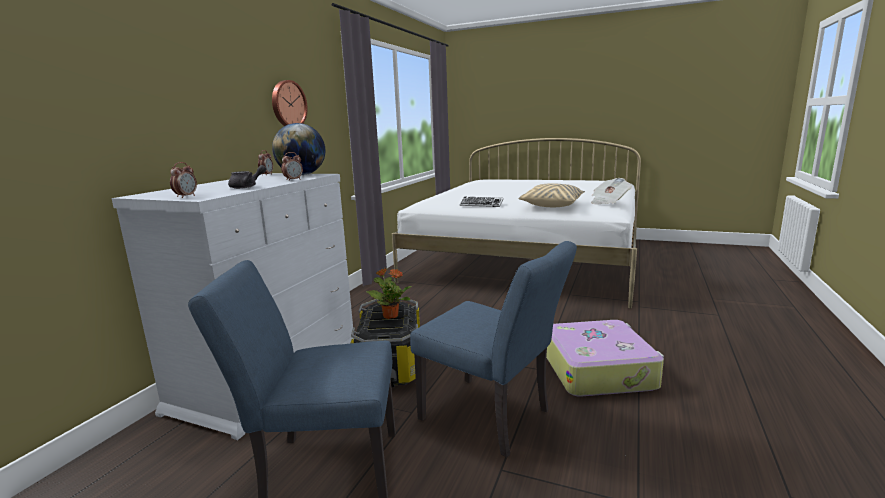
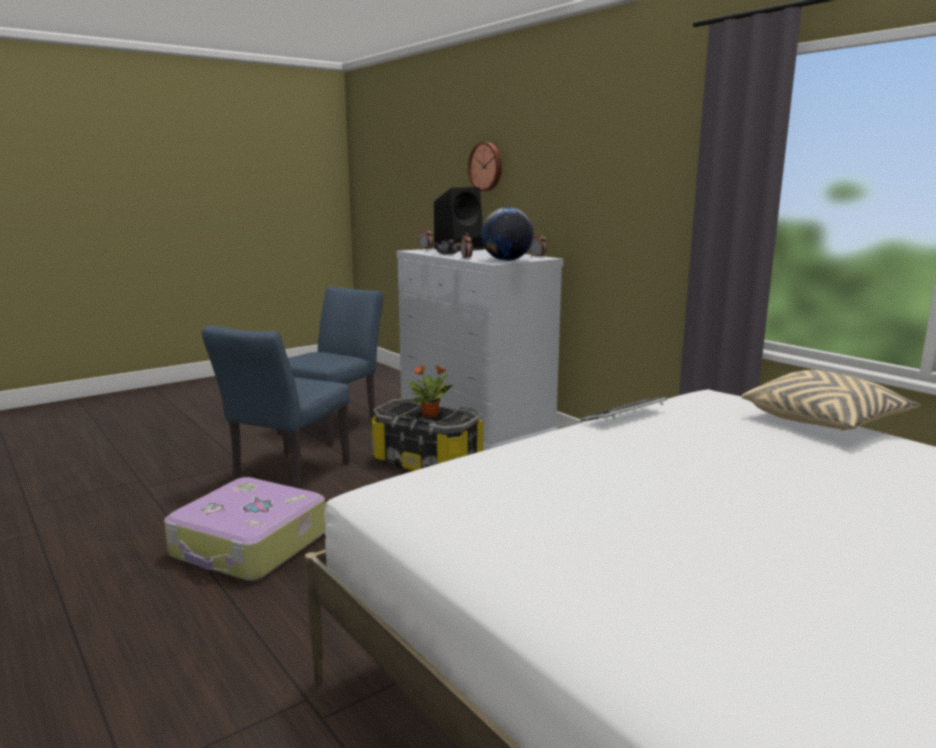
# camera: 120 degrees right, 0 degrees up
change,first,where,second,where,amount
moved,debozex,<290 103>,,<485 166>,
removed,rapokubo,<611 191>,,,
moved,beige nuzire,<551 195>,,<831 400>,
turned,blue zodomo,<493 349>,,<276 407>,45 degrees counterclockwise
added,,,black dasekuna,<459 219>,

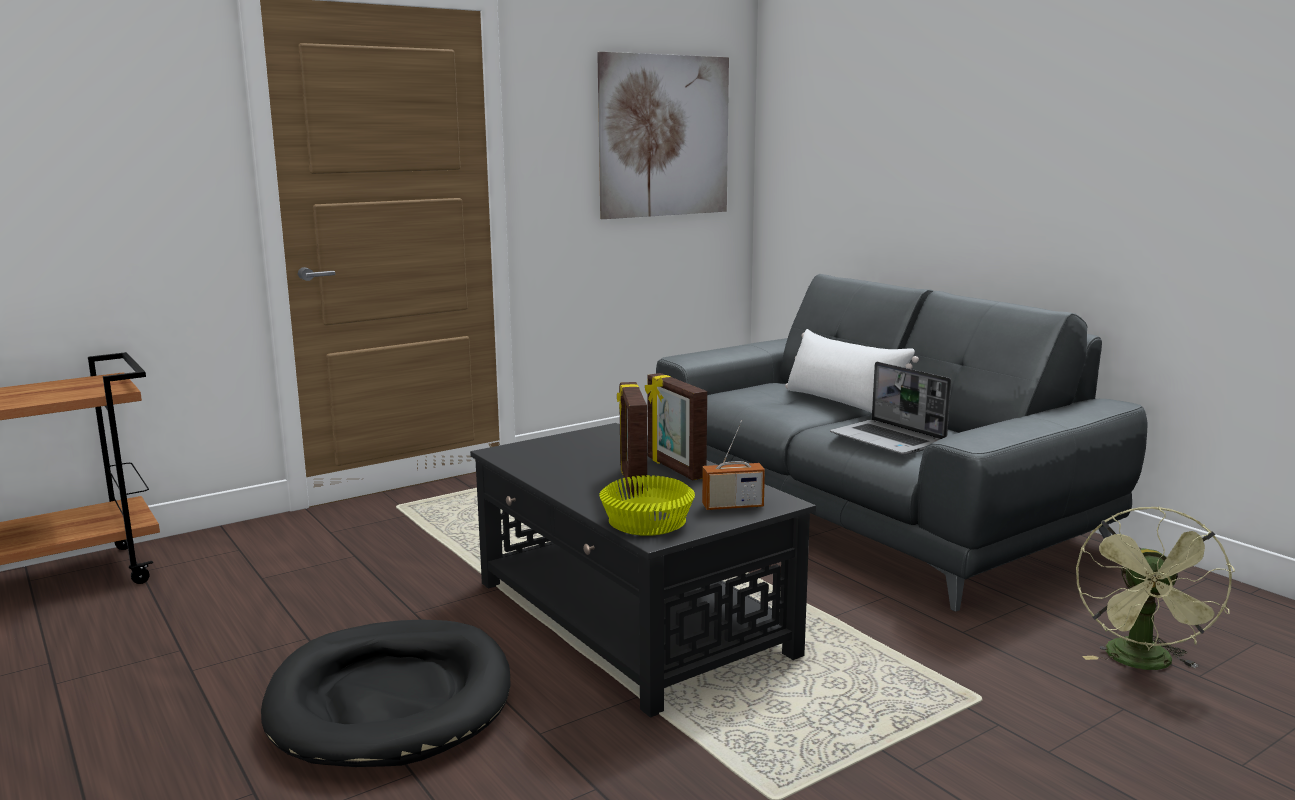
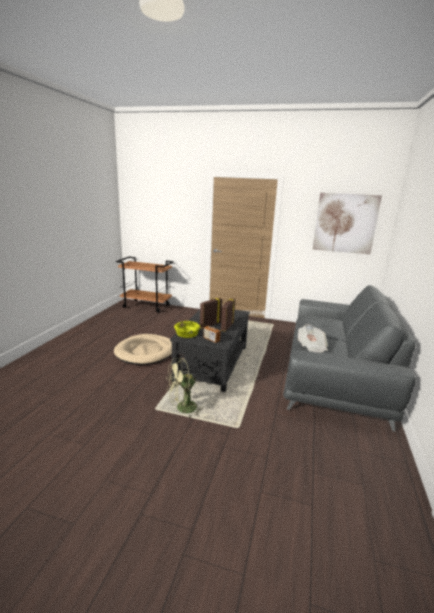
# camera: 50 degrees right, 5 degrees up
change,first,where,second,where,amount
removed,white nuzire,<852 371>,,,
replaced,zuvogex,<890 408>,rapokubo,<313 338>,
moved,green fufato,<1155 588>,,<185 388>,
recoloured,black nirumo,<385 693>,beige nirumo,<143 349>,

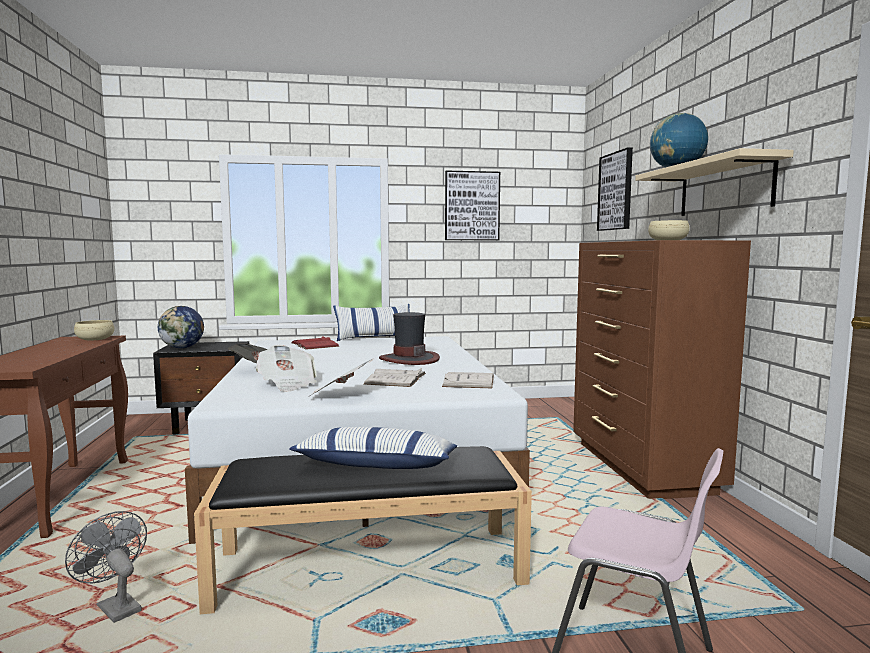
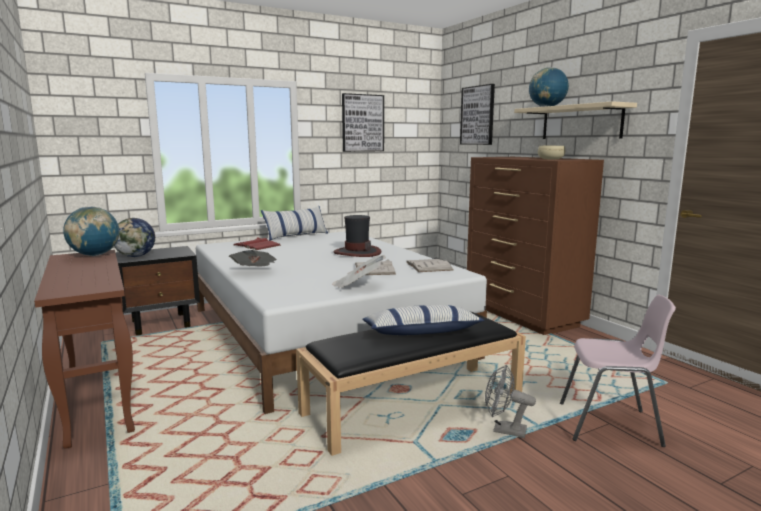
# camera: 20 degrees left, 5 degrees up
change,first,where,second,where,amount
replaced,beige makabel,<94 330>,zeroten,<91 231>,
removed,rapokubo,<286 368>,,,
moved,grey fufato,<106 567>,,<510 401>,

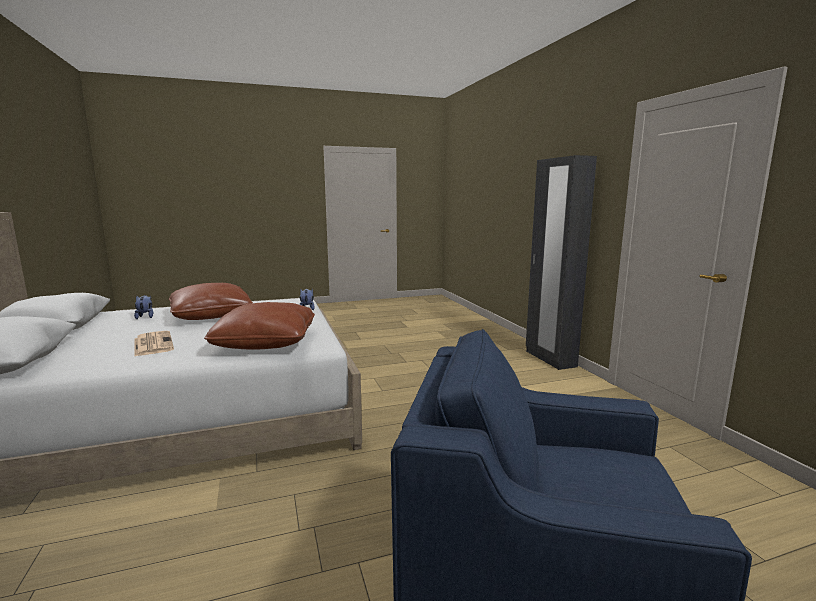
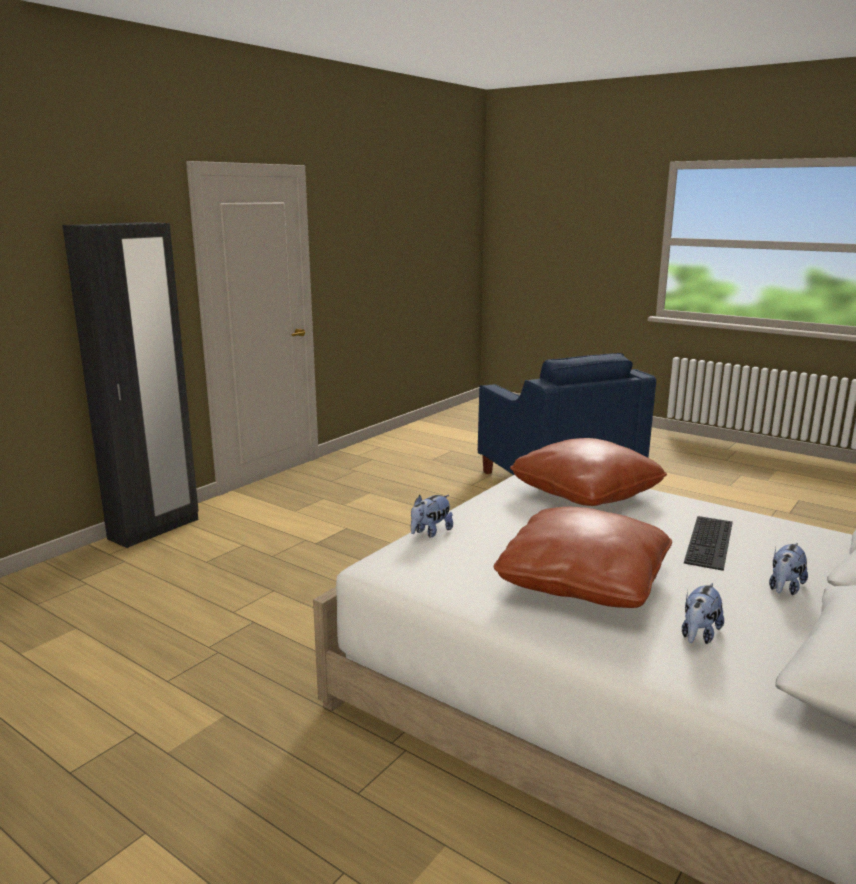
# camera: 125 degrees left, 5 degrees up
change,first,where,second,where,amount
replaced,rapokubo,<154 344>,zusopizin,<708 543>,
added,,,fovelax,<788 569>,

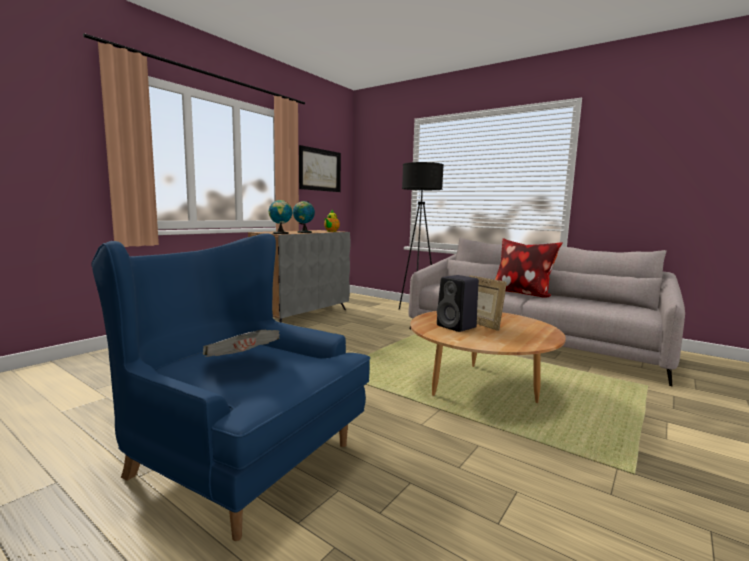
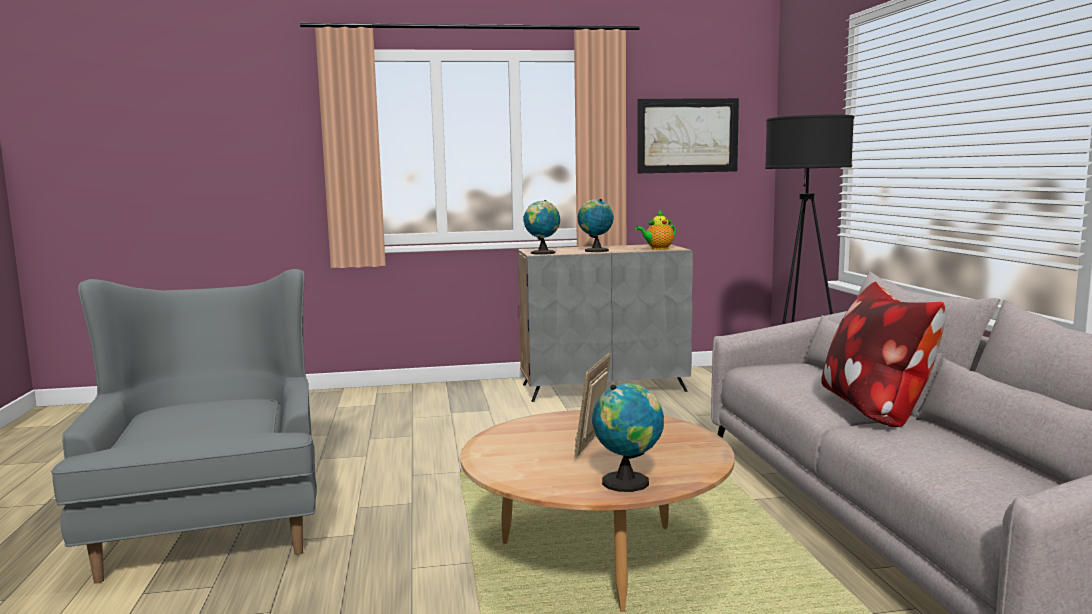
# camera: 45 degrees right, 0 degrees up
change,first,where,second,where,amount
recoloured,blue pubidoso,<230 387>,grey pubidoso,<184 426>,
removed,black dasekuna,<458 303>,,,
removed,rapokubo,<241 343>,,,
added,,,zeroten,<628 437>,

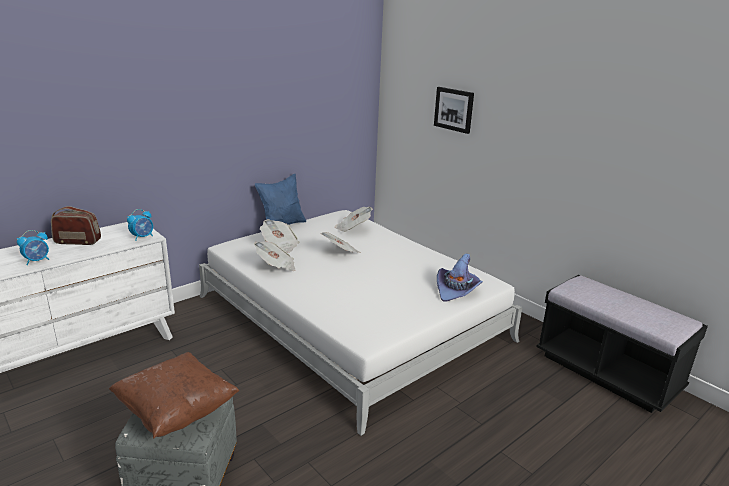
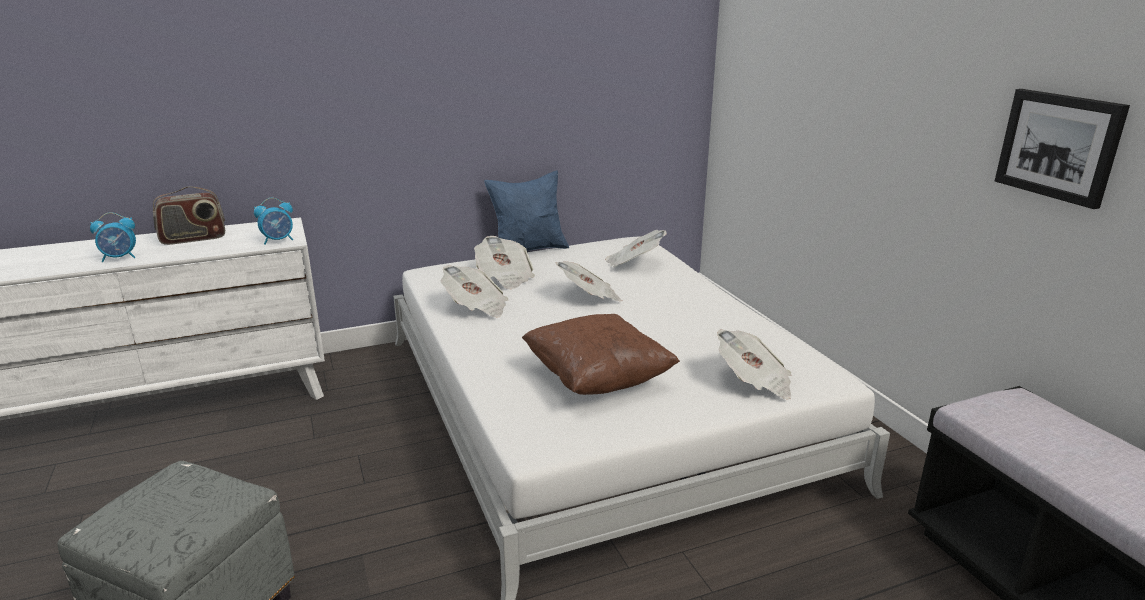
# camera: 20 degrees right, 0 degrees up
change,first,where,second,where,amount
moved,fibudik,<454 110>,,<1062 149>,
turned,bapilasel,<76 225>,,<189 215>,135 degrees clockwise
replaced,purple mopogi,<460 277>,rapokubo,<754 364>,
moved,brown nuzire,<174 395>,,<601 354>,

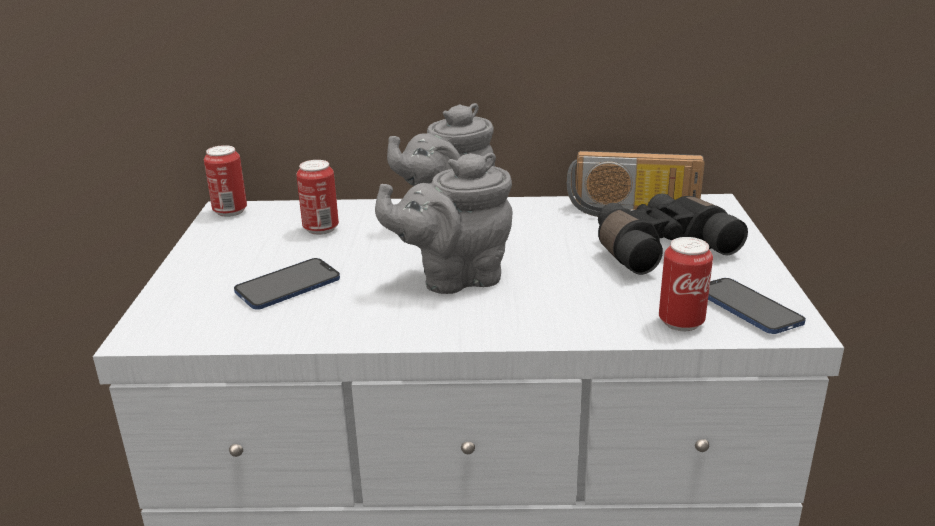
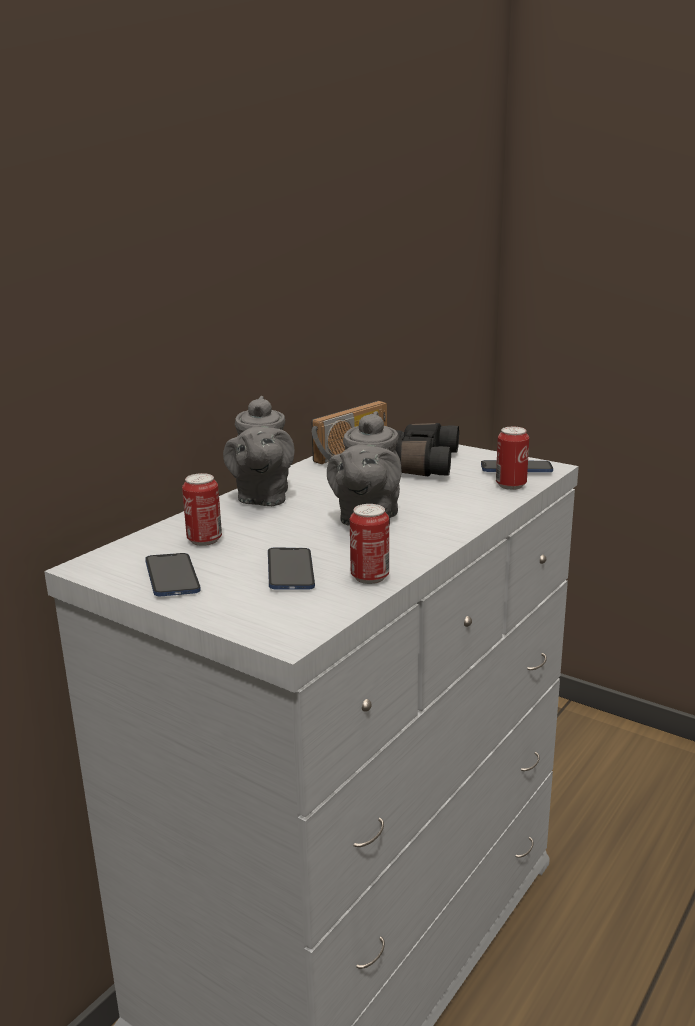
# camera: 55 degrees left, 5 degrees down
change,first,where,second,where,amount
moved,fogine,<225 181>,,<369 544>,
added,,,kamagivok,<173 574>,

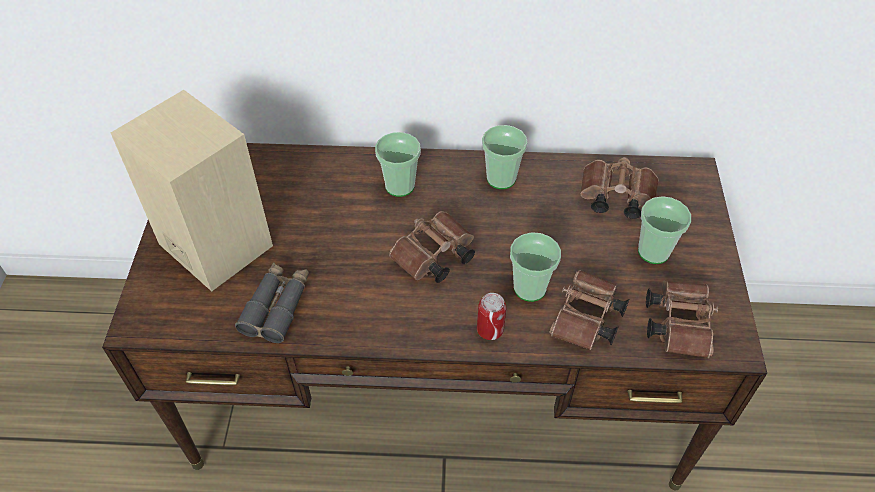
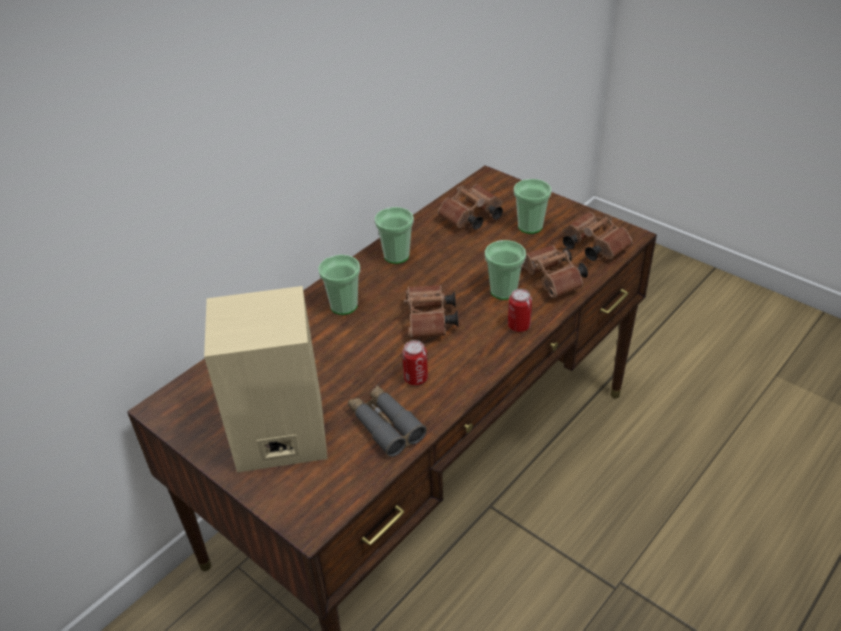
# camera: 50 degrees left, 10 degrees down
change,first,where,second,where,amount
added,,,fogine,<415 362>,

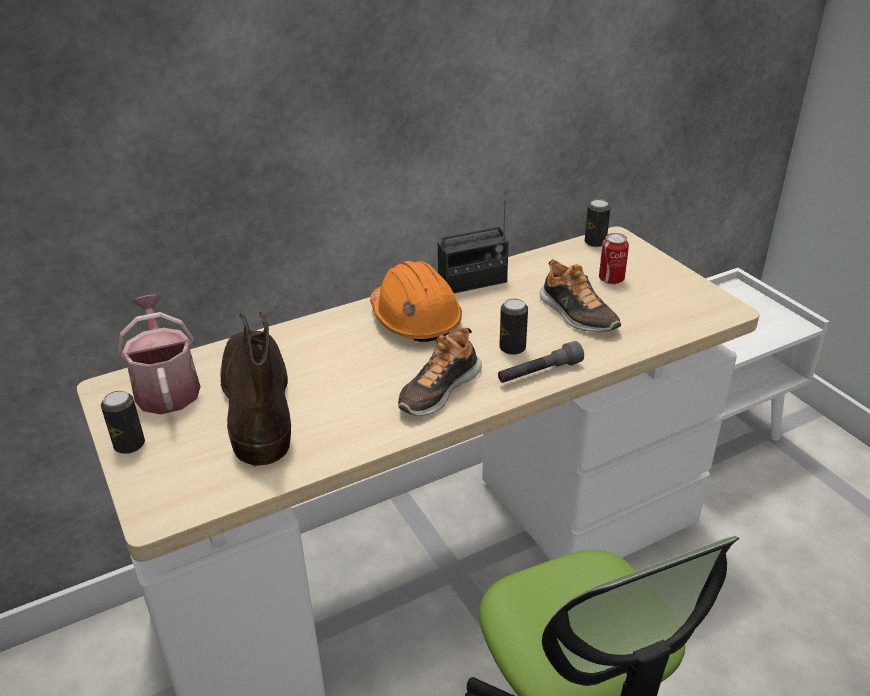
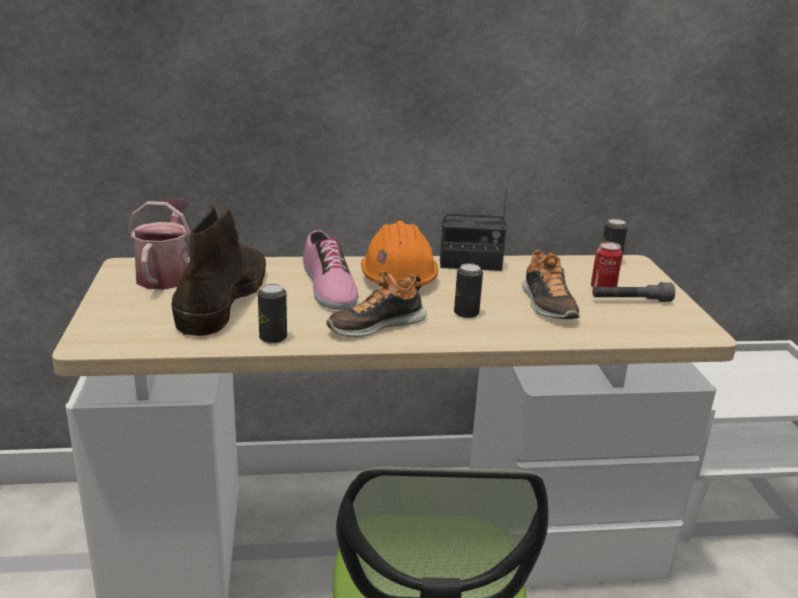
# camera: 20 degrees right, 10 degrees down
change,first,where,second,where,amount
moved,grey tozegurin,<541 362>,,<634 292>,
moved,fogine,<123 422>,,<272 314>,
added,,,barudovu,<331 270>,

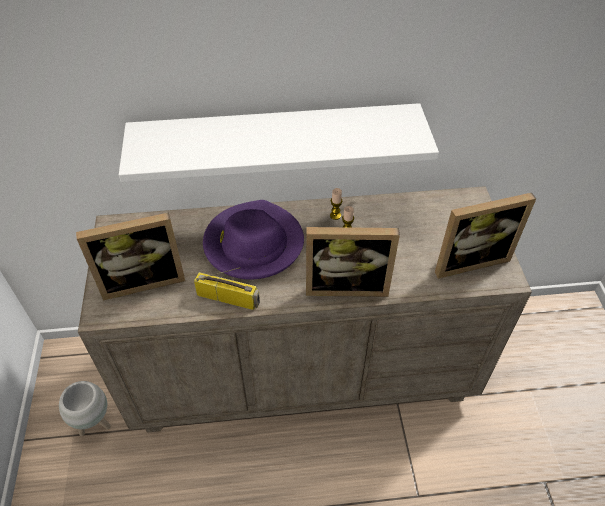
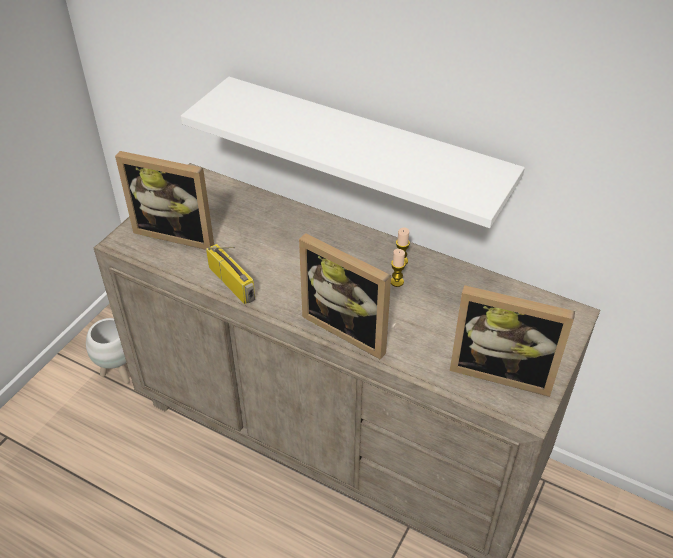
# camera: 35 degrees right, 5 degrees down
change,first,where,second,where,amount
removed,purple mopogi,<253 239>,,,

